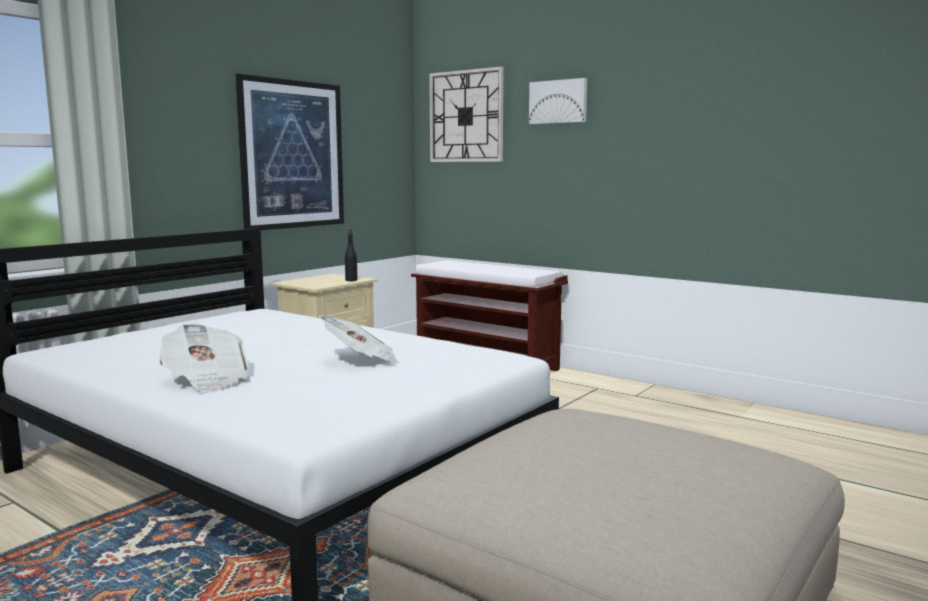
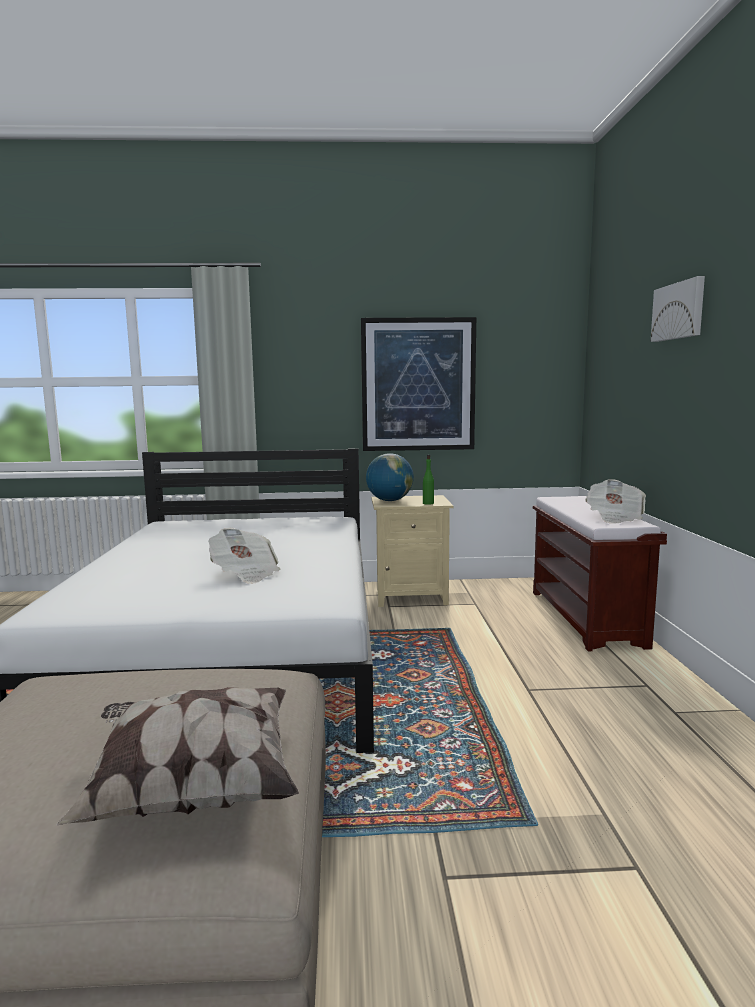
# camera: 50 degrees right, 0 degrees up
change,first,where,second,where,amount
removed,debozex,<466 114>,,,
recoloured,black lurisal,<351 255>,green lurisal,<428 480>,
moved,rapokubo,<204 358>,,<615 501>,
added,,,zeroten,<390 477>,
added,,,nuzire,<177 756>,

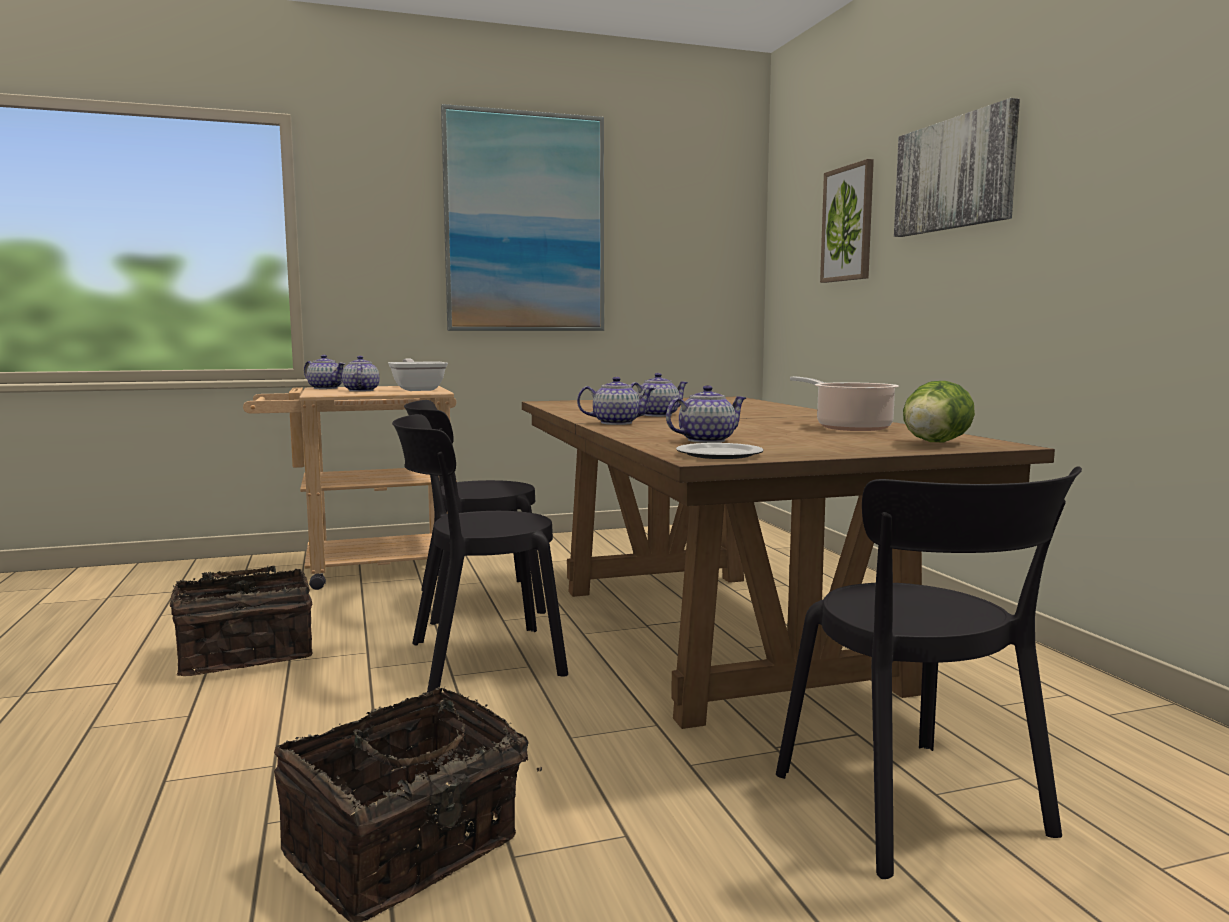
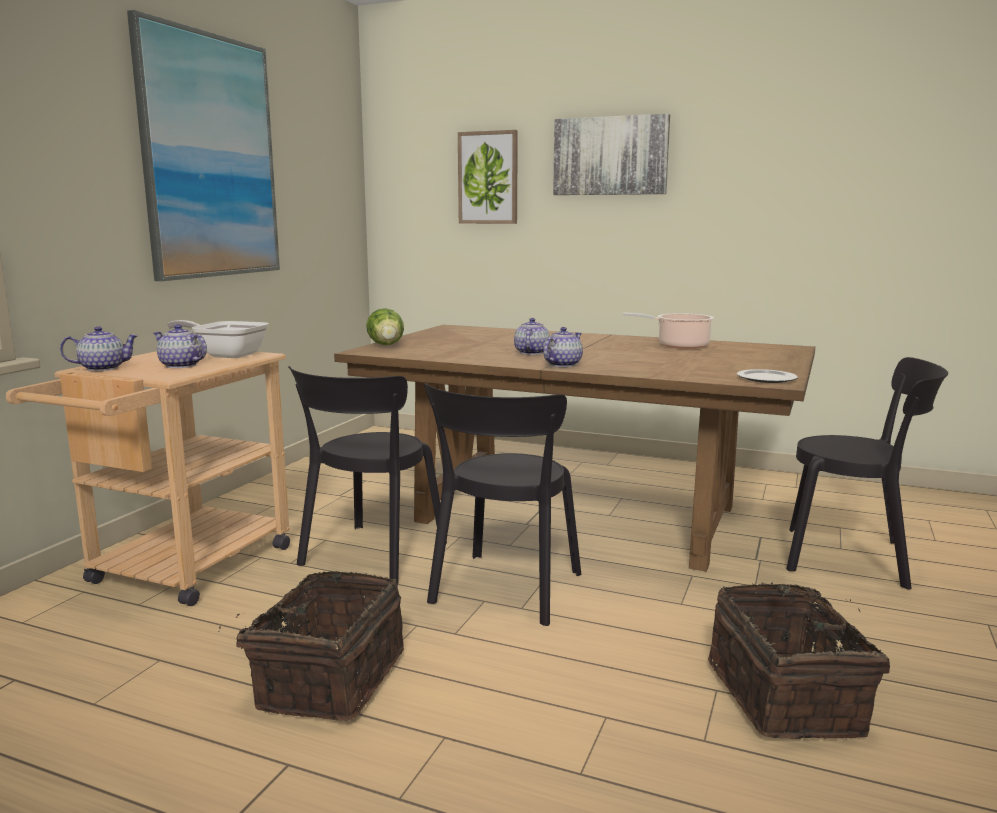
# camera: 50 degrees left, 5 degrees up
change,first,where,second,where,amount
moved,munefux,<939 411>,,<385 326>,
removed,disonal,<706 414>,,,

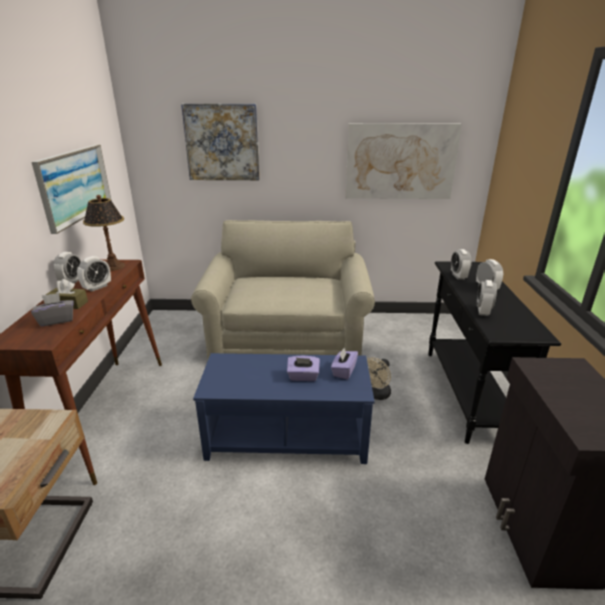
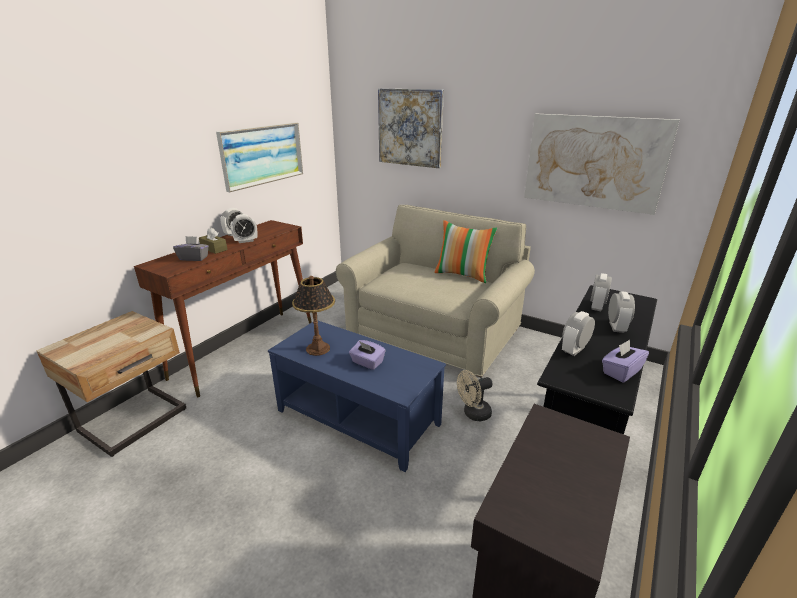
# camera: 30 degrees right, 0 degrees up
change,first,where,second,where,amount
moved,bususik,<104 233>,,<313 316>,
moved,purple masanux,<344 363>,,<625 361>,
added,,,nuzire,<465 251>,

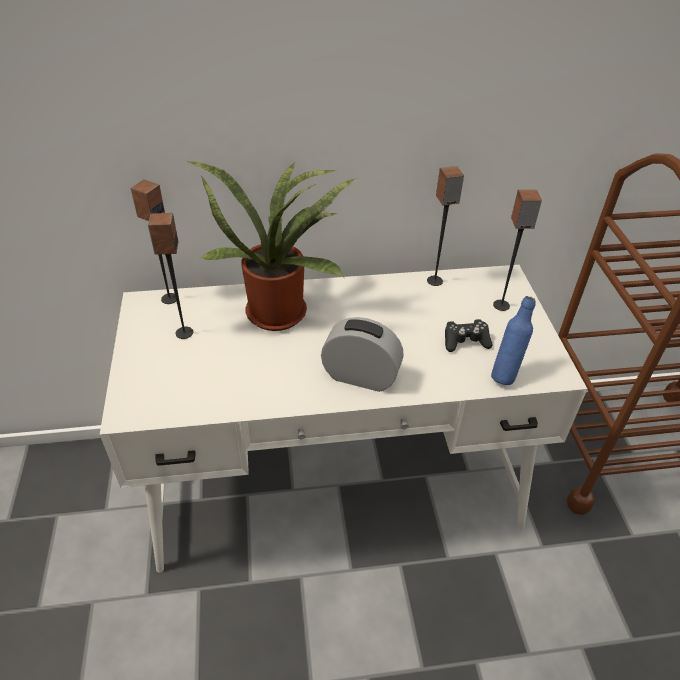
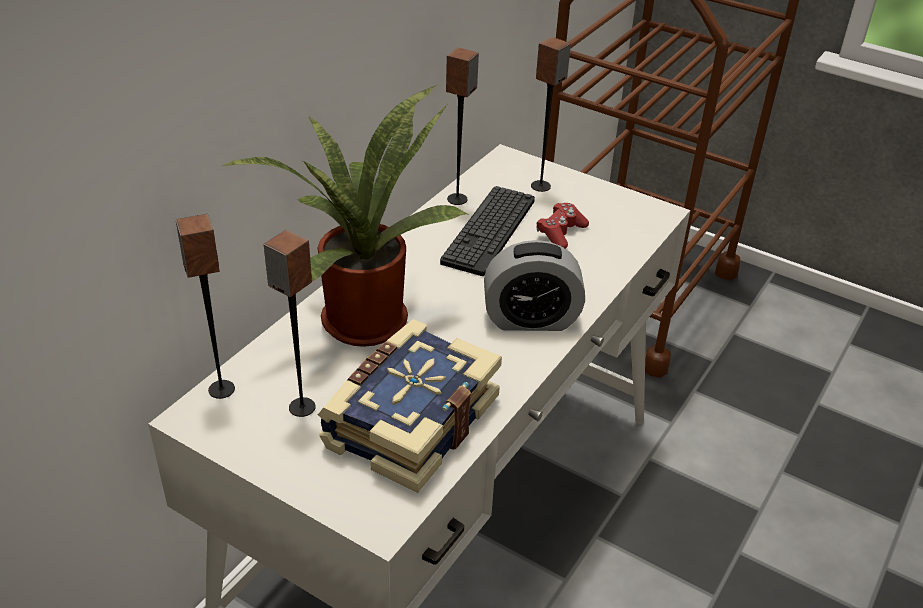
# camera: 50 degrees left, 5 degrees down
change,first,where,second,where,amount
removed,blue lurisal,<513 340>,,,
turned,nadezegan,<362 354>,,<534 285>,150 degrees counterclockwise
recoloured,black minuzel,<468 335>,red minuzel,<563 226>,
added,,,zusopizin,<487 231>,
added,,,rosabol,<410 406>,

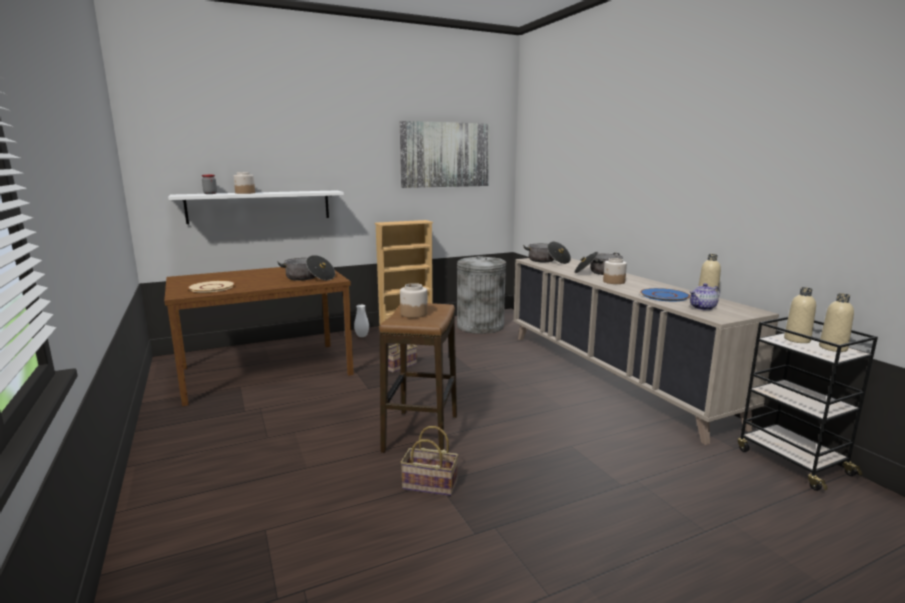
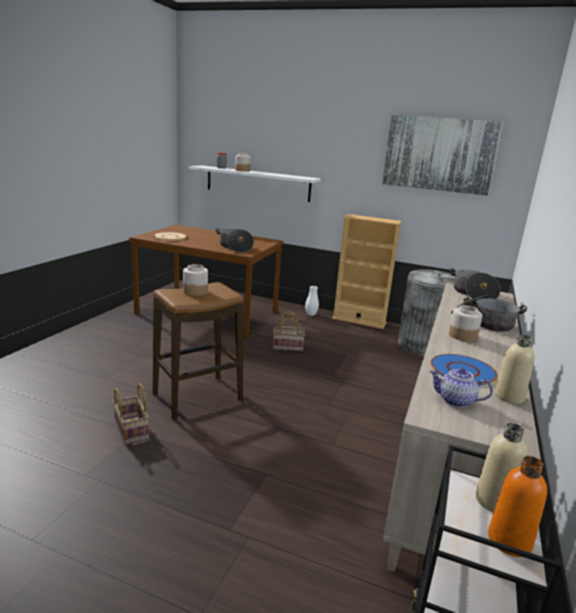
# camera: 45 degrees right, 5 degrees up
change,first,where,second,where,amount
recoloured,beige lurisal,<836 322>,orange lurisal,<517 506>,

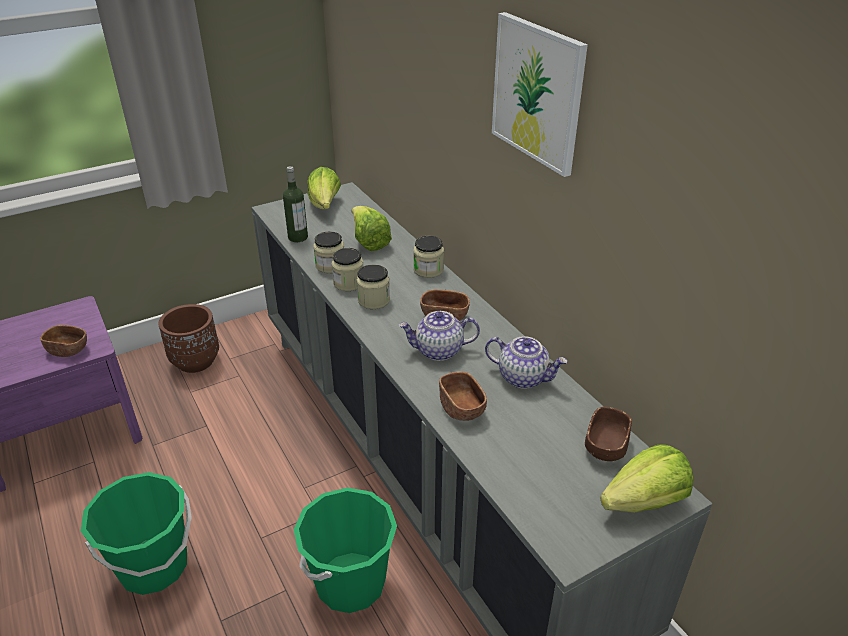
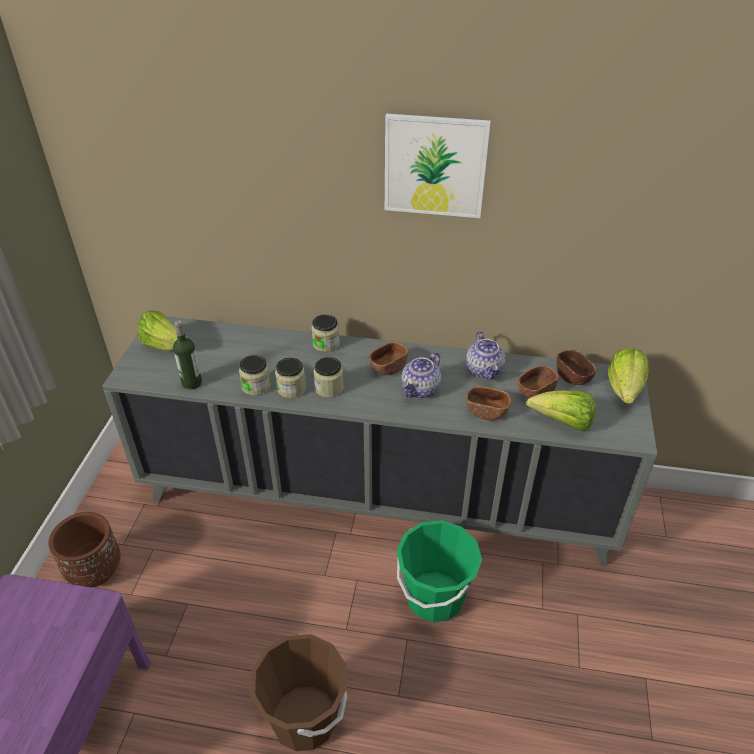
# camera: 50 degrees left, 5 degrees up
change,first,where,second,where,amount
moved,munefux,<372 228>,,<561 410>,
moved,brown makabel,<63 341>,,<538 382>,
turned,disonal,<526 362>,,<485 355>,105 degrees clockwise
recoloured,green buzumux,<136 533>,brown buzumux,<298 692>,

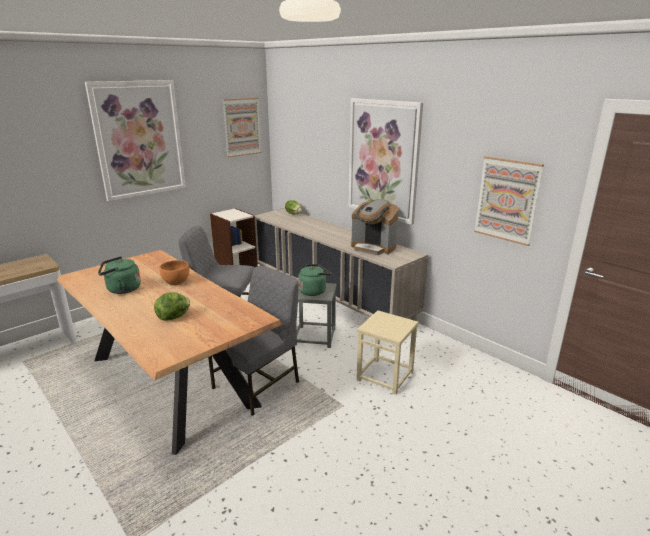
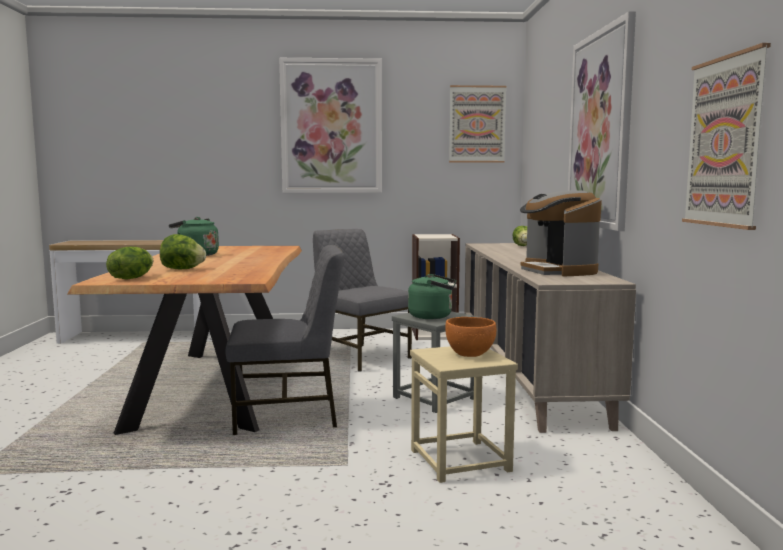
# camera: 40 degrees right, 15 degrees down
change,first,where,second,where,amount
moved,orange makabel,<174 272>,,<470 337>,
added,,,munefux,<129 263>,

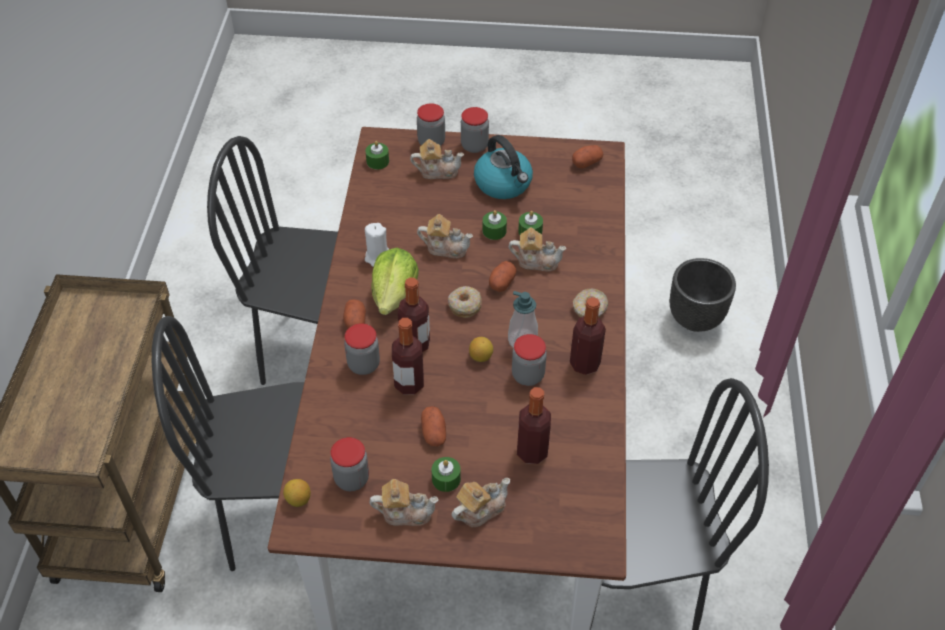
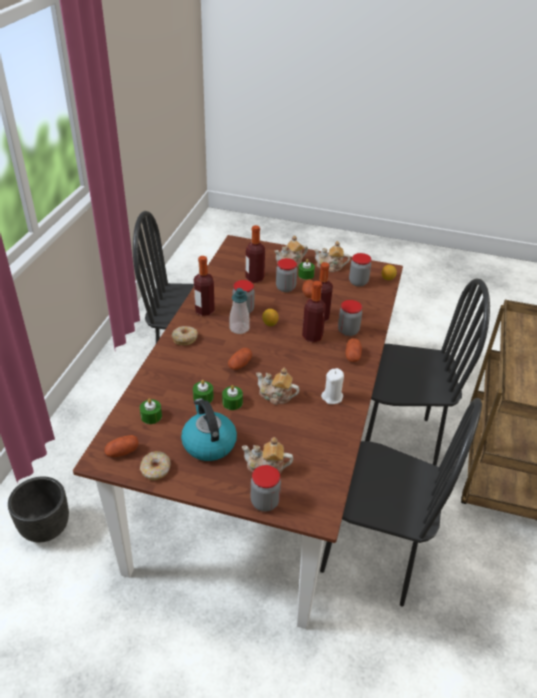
# camera: 170 degrees left, 10 degrees down
change,first,where,second,where,amount
moved,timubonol,<475 130>,,<286 275>,
moved,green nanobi,<377 155>,,<151 411>,
removed,disonal,<538 249>,,,
removed,munefux,<395 281>,,,
moved,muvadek,<465 302>,,<155 465>,

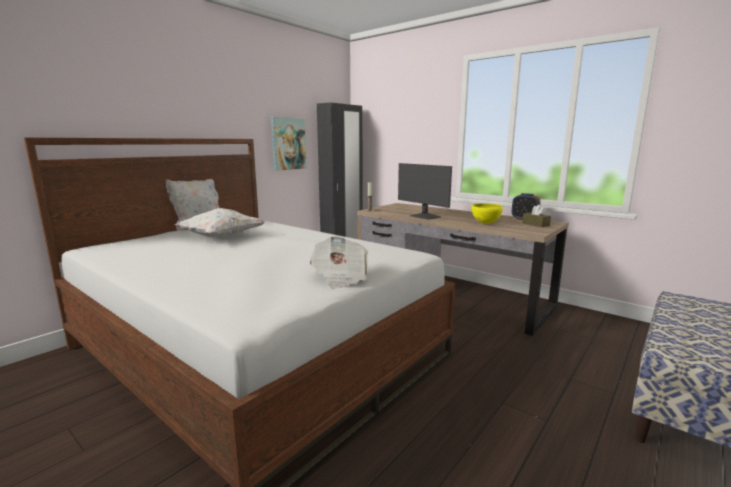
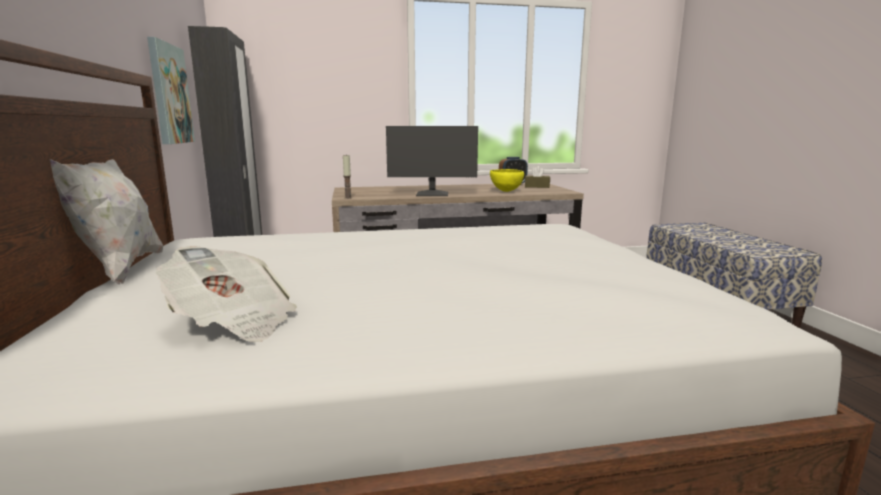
# camera: 50 degrees left, 0 degrees up
change,first,where,second,where,amount
removed,white nuzire,<220 223>,,,
moved,rapokubo,<339 262>,,<226 294>,

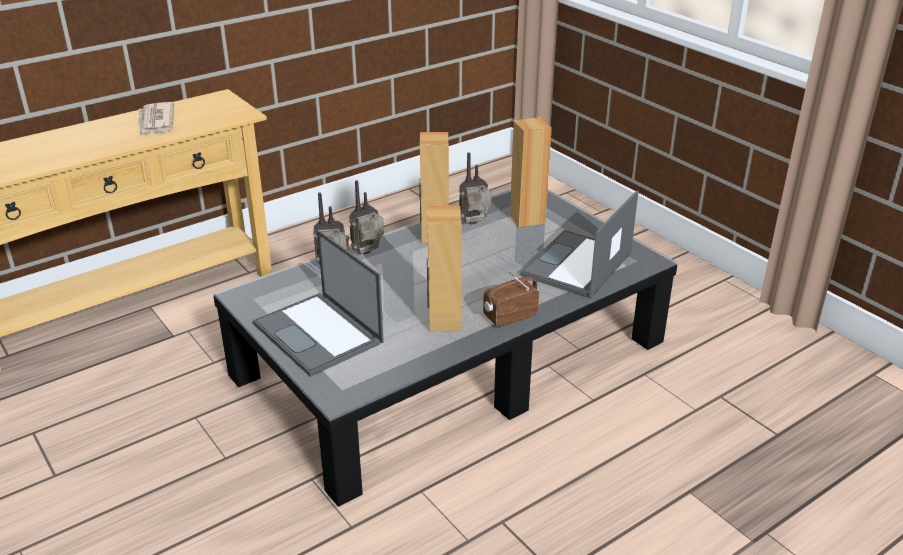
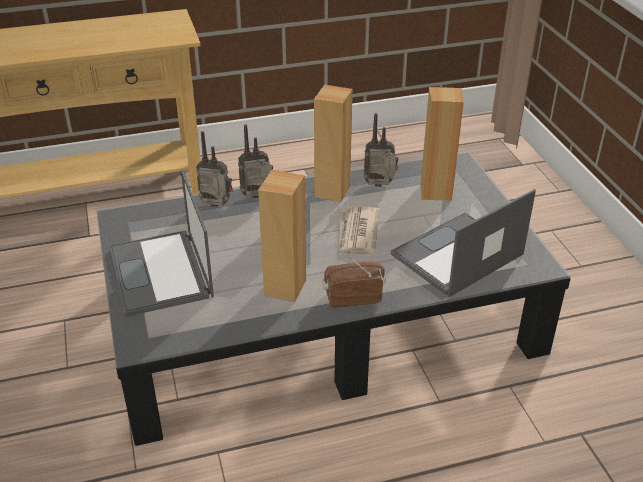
# camera: 20 degrees right, 5 degrees up
change,first,where,second,where,amount
moved,rapokubo,<156 119>,,<359 230>,

